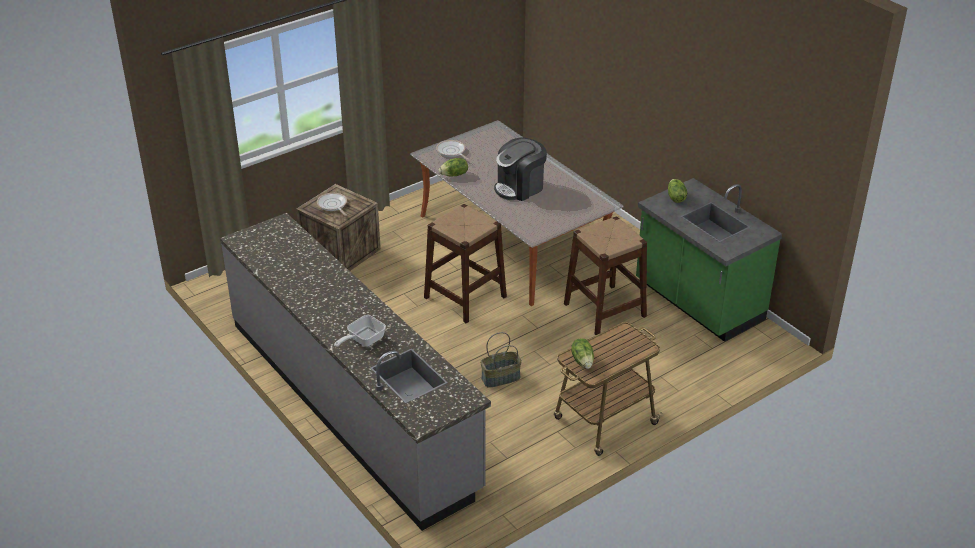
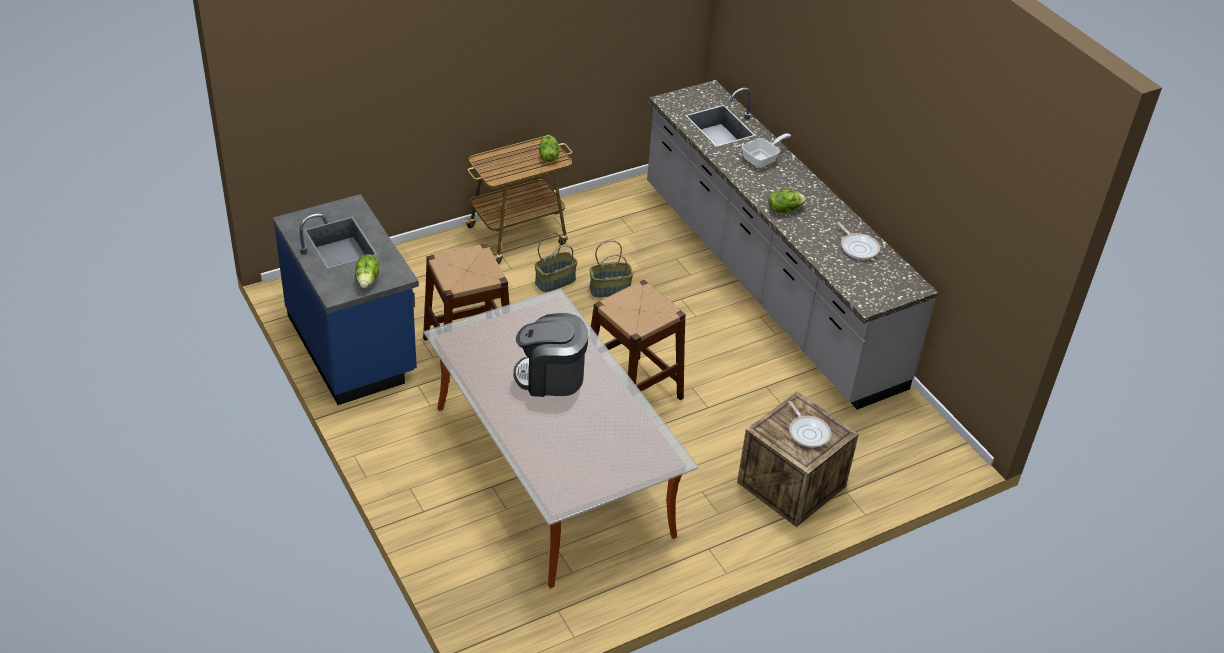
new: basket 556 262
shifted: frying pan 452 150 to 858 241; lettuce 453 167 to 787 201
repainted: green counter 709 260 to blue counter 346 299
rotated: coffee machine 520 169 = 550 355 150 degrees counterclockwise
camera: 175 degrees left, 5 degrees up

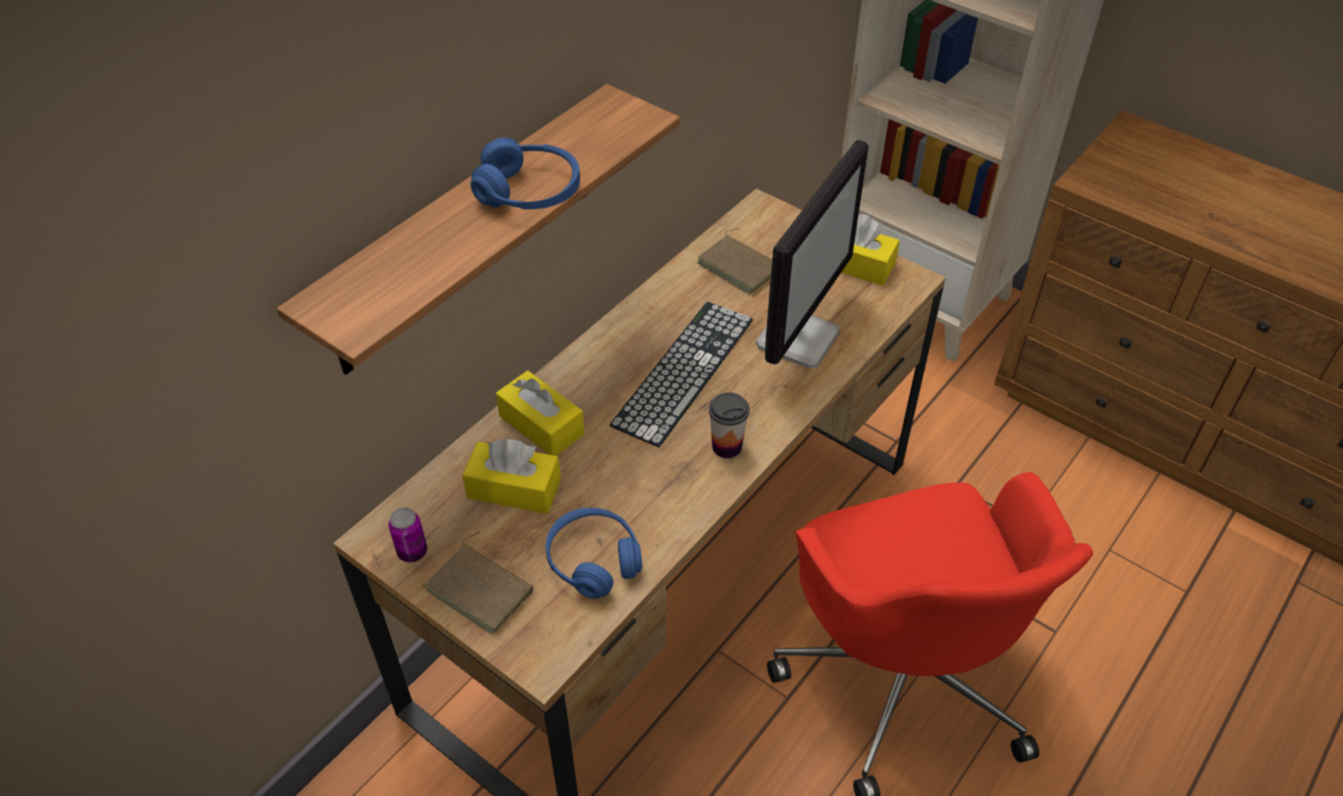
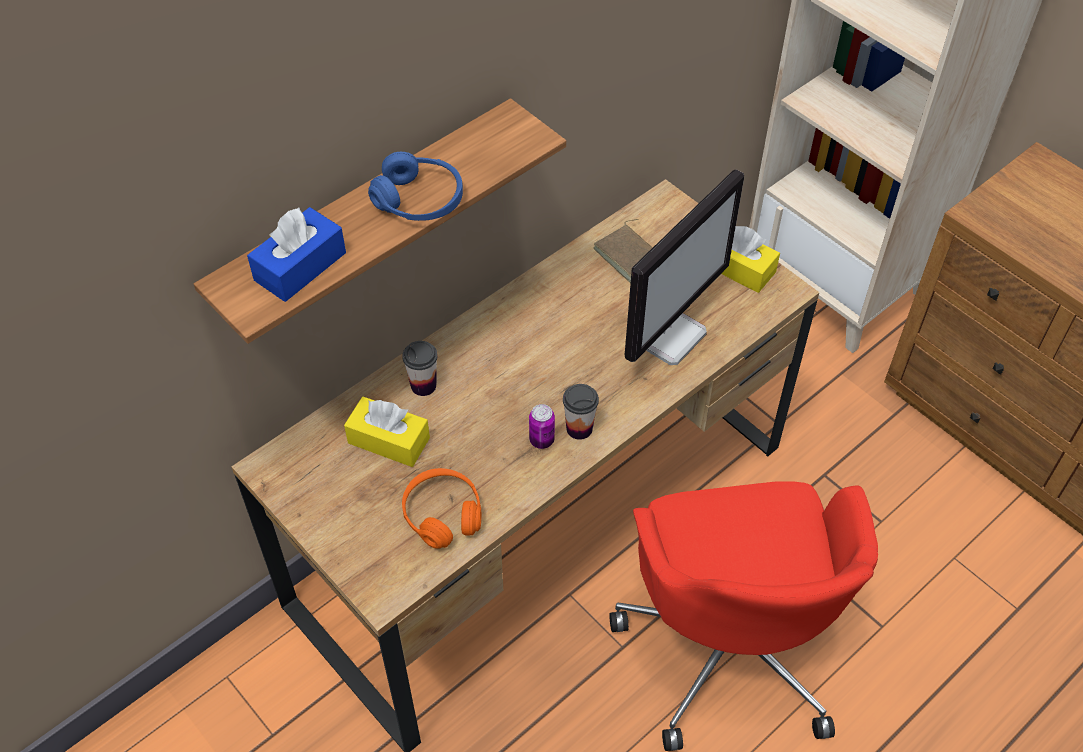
gone: brown book 479 582; keyboard 681 374
new: blue tissue box 296 254
shifted: can 408 535 to 542 426
swapped: yellow tissue box 540 413 to cup 420 368
repainted: blue headphones 594 553 to orange headphones 441 508
camera: 10 degrees right, 5 degrees up

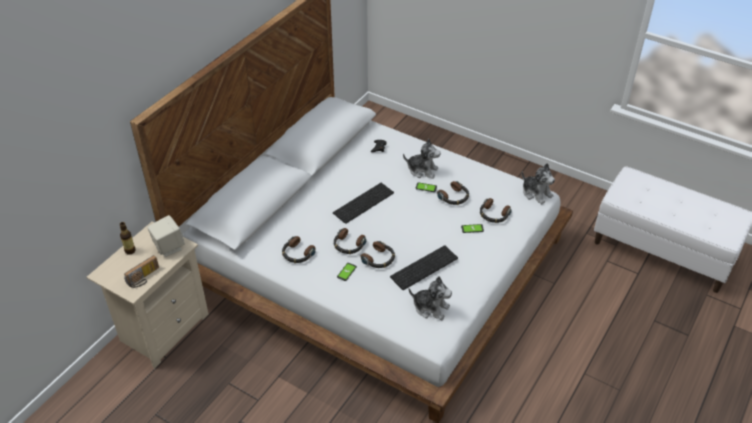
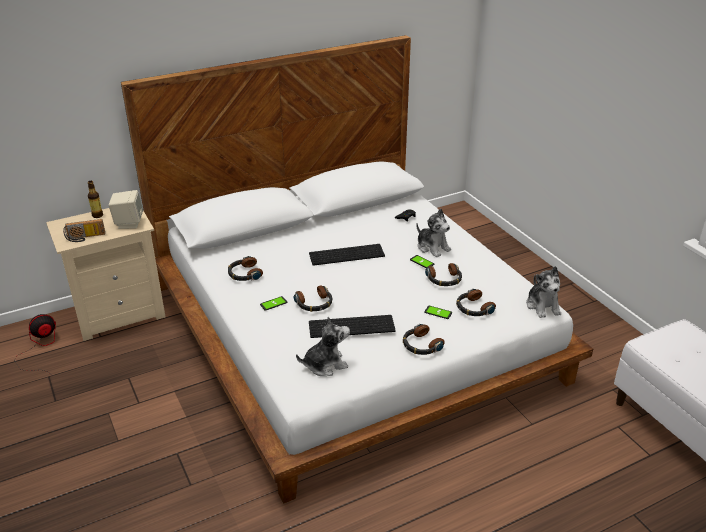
new: fan 35 345
shifted: headphones 350 241 to 424 339
rotated: plush toy 430 298 = 323 346 75 degrees counterclockwise
camera: 30 degrees right, 10 degrees down

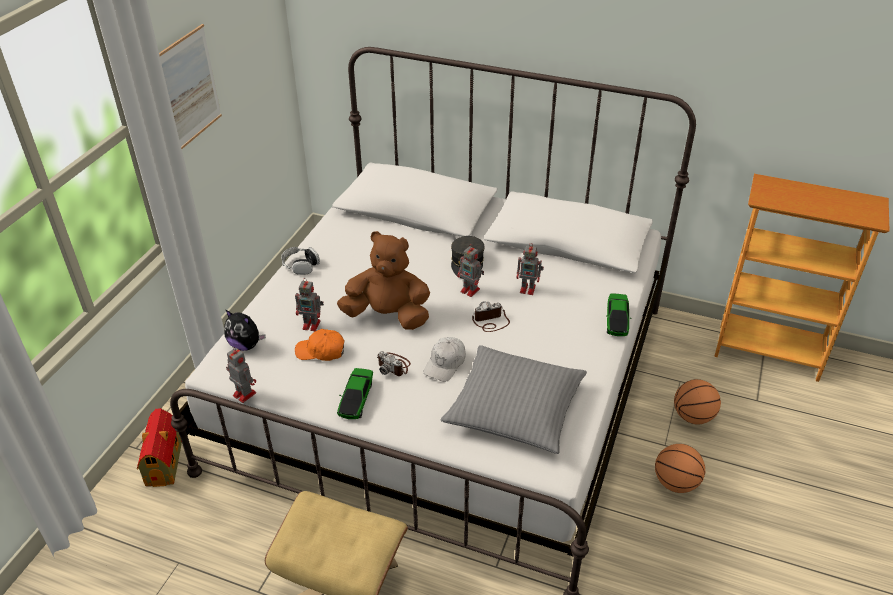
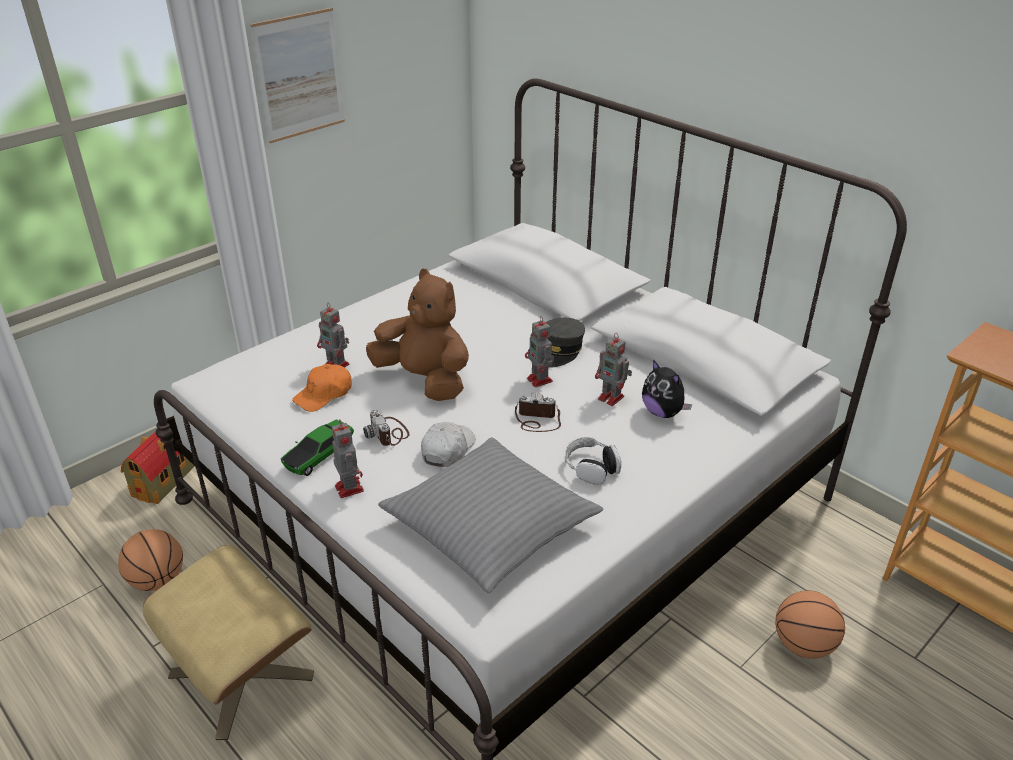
gone: toy car 619 314
shifted: plush toy 245 330 to 667 389; toy robot 241 374 to 348 459; headphones 300 261 to 593 461; basketball 680 468 to 150 560
rotated: orange cap 320 345 = 322 388 75 degrees counterclockwise; white cap 445 359 = 448 444 150 degrees clockwise
camera: 25 degrees right, 5 degrees down

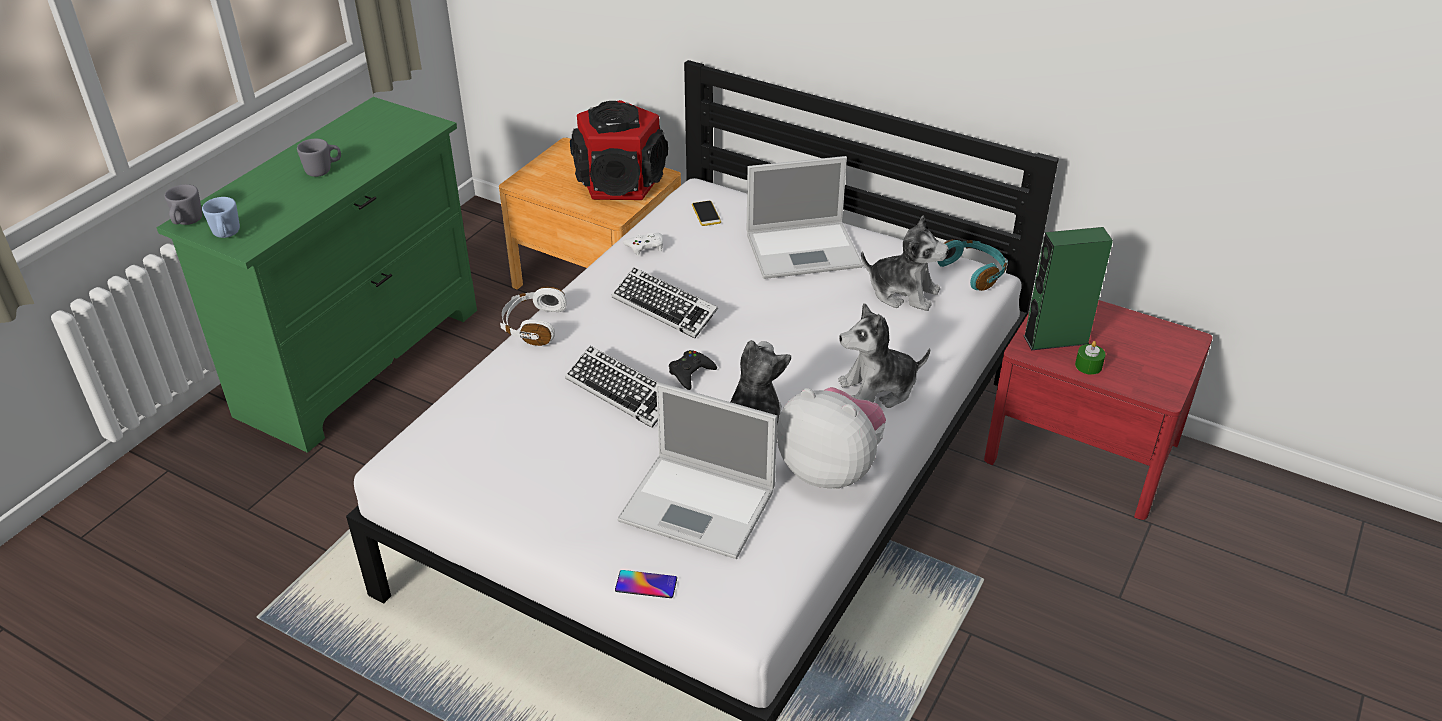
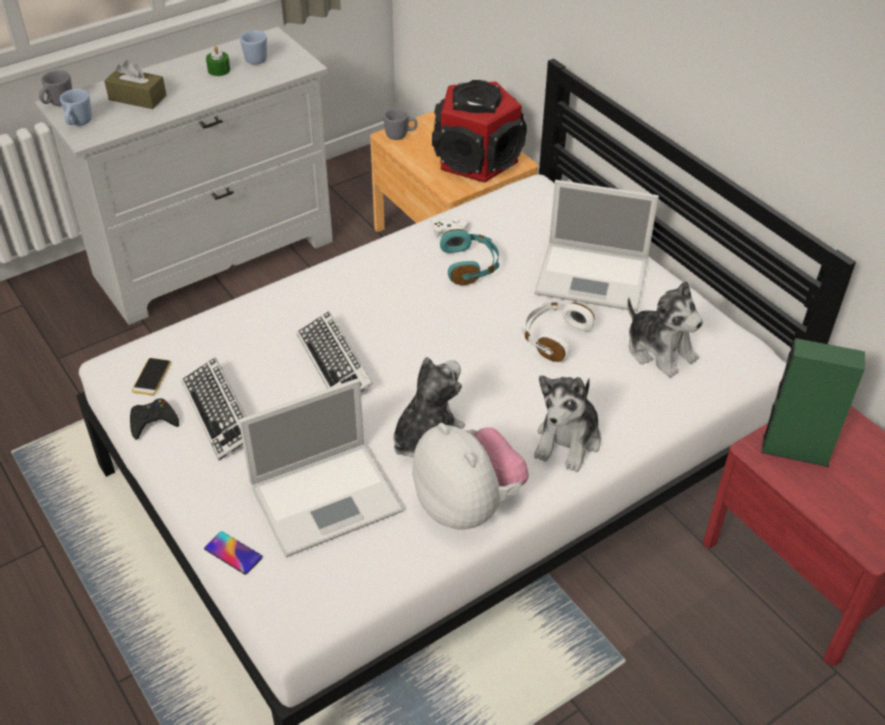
new: brown tissue box 135 84; blue mug 253 47
shifted: grey mug 319 158 to 400 124; white headphones 533 316 to 558 332; keyboard 665 302 to 213 409; black game controller 693 370 to 154 419; phone 706 213 to 151 376; turquoise headphones 972 265 to 469 257; green candle 1090 358 to 218 61
repainted: green dresser 316 275 to white dresser 184 176
rotated: laptop 697 470 = 321 467 75 degrees counterclockwise; plush toy 884 355 = 567 423 75 degrees counterclockwise
camera: 25 degrees right, 5 degrees up

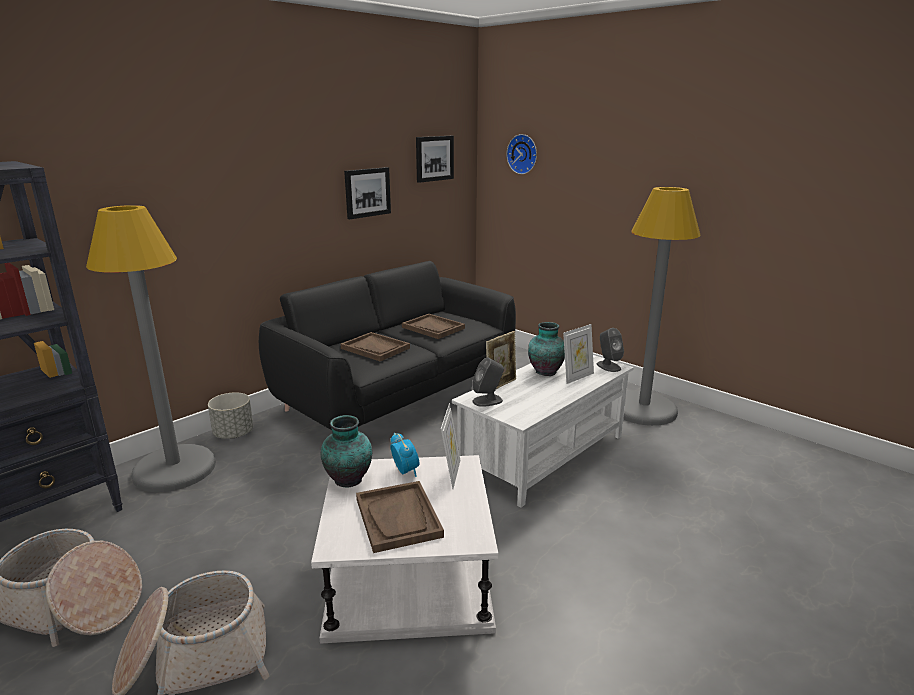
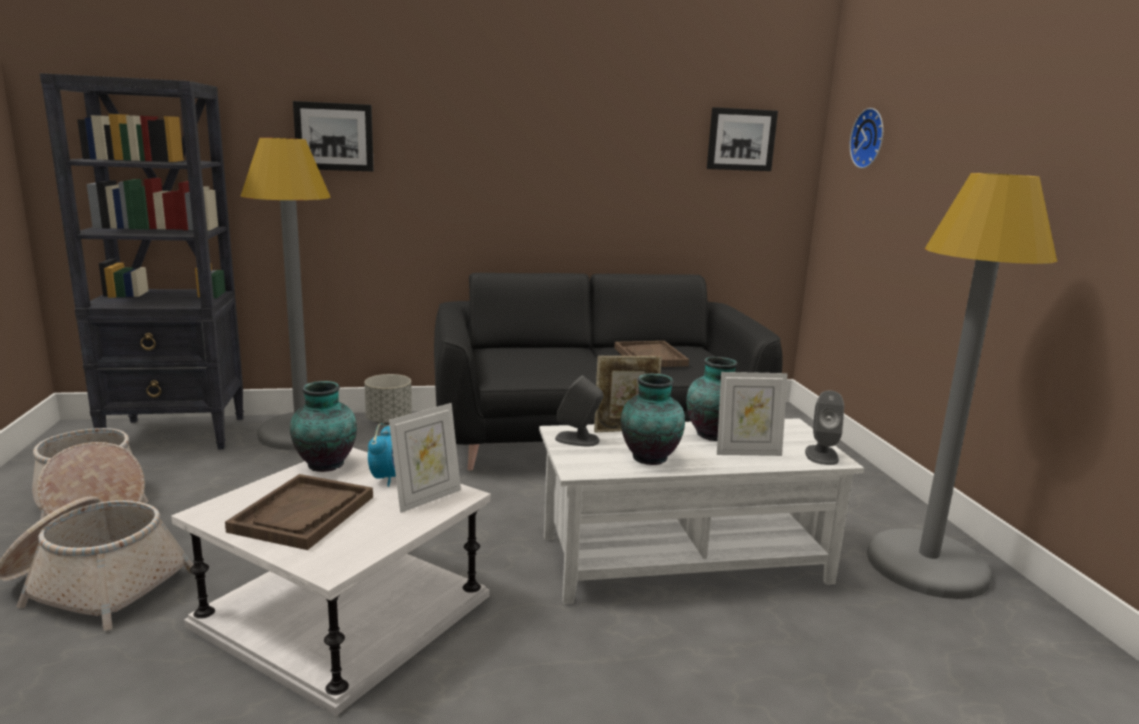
gone: brown tray 375 347
new: vase 652 419
shifted: picture 367 193 to 333 136
camera: 35 degrees right, 5 degrees down

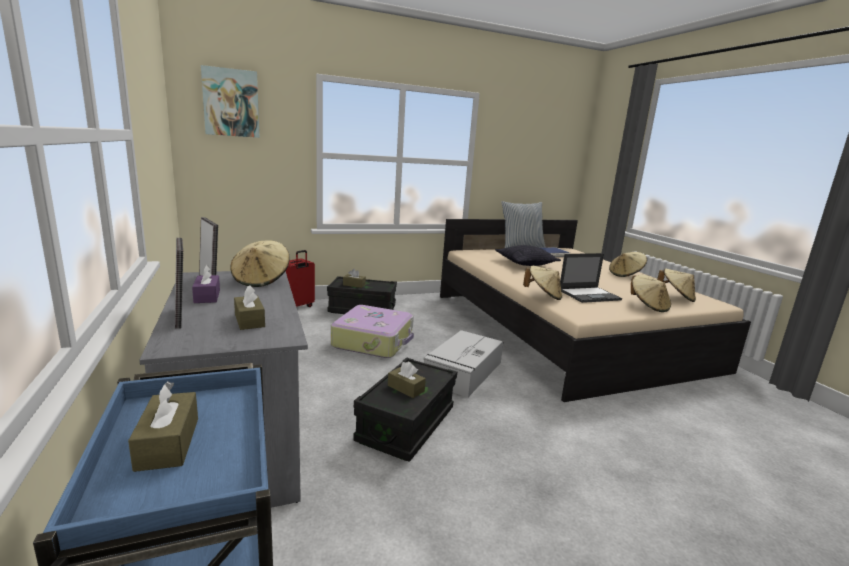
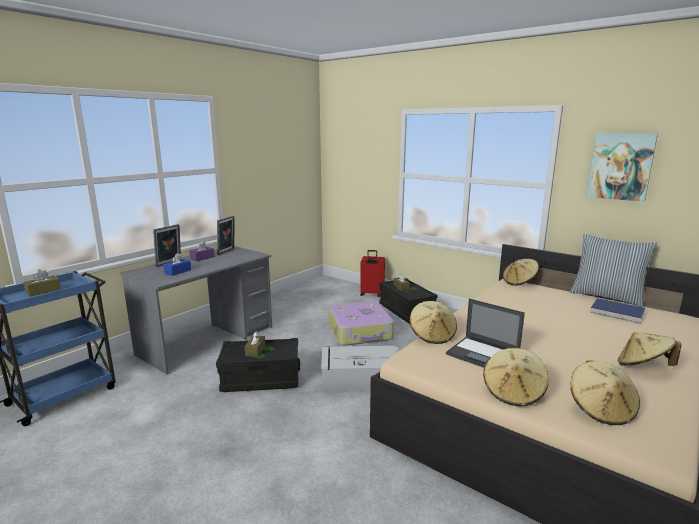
gone: pillow 528 255
shifted: picture 230 101 to 622 167; beige hat 260 263 to 521 272
repainted: brown tissue box 249 308 to blue tissue box 177 264
camera: 60 degrees right, 0 degrees up

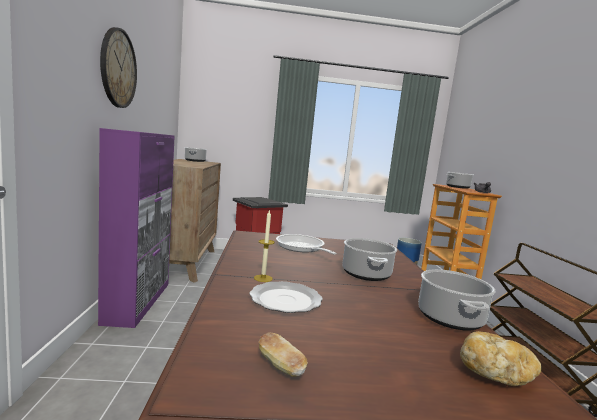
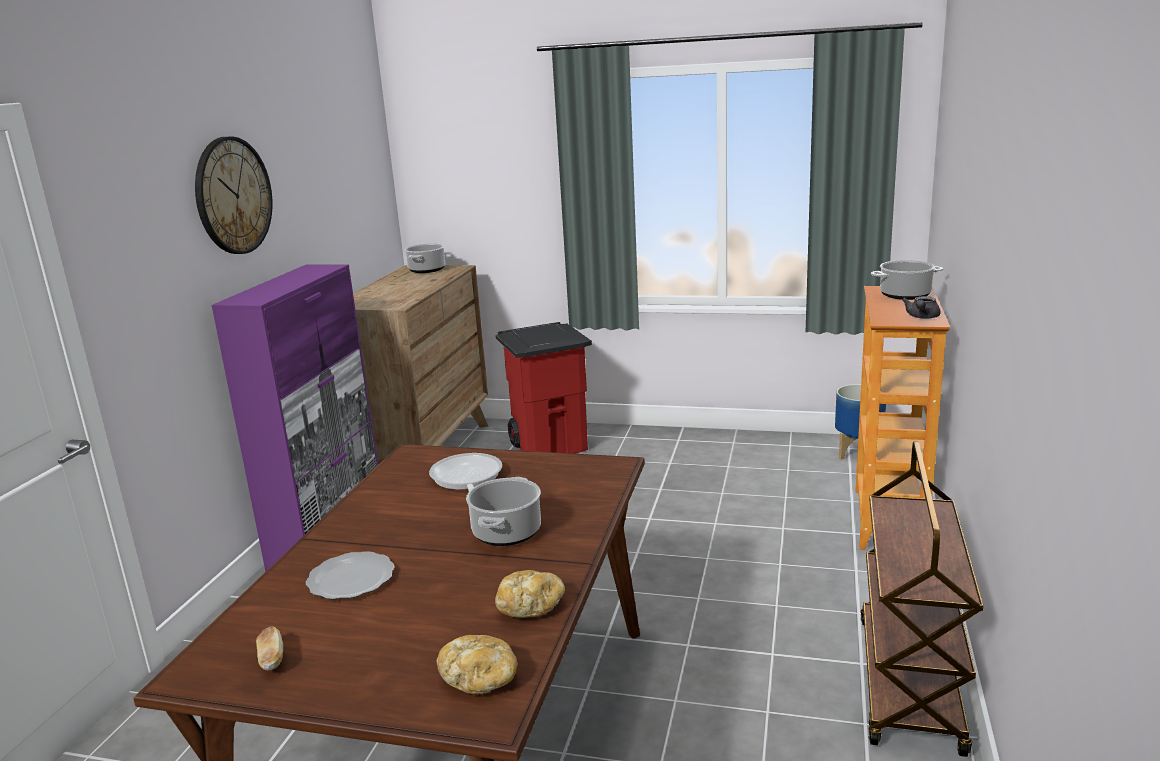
gone: candle 264 246
swapped: cooking pot 457 300 to bread 530 594
camera: 20 degrees right, 10 degrees up

